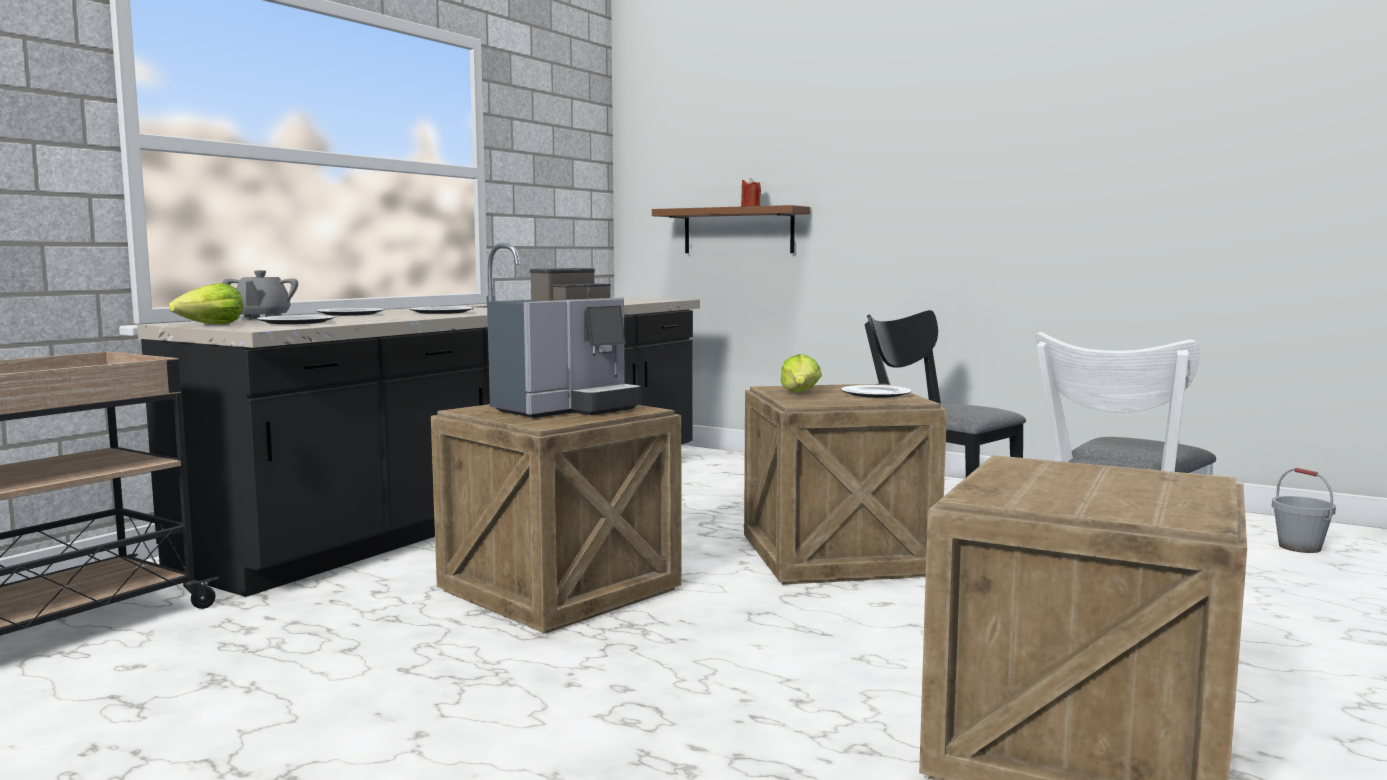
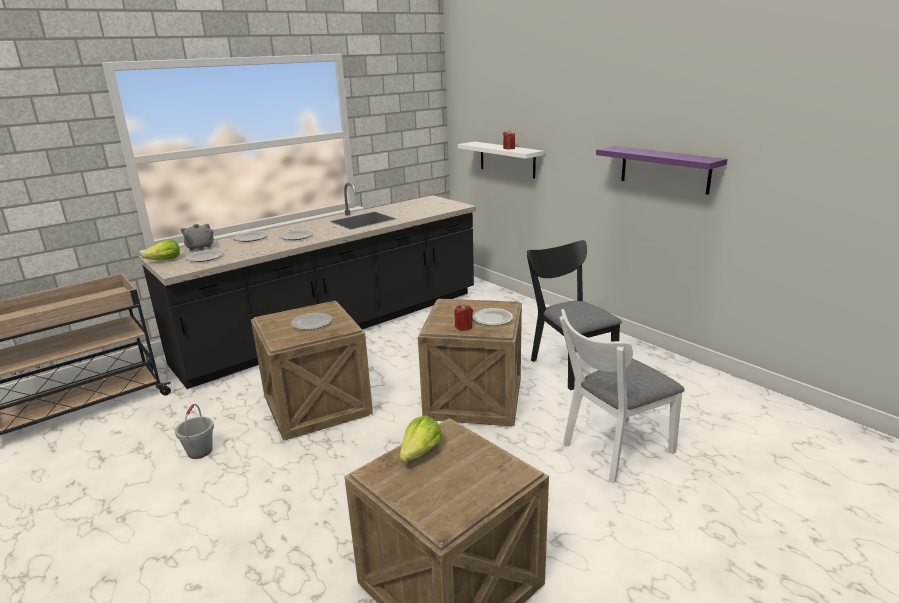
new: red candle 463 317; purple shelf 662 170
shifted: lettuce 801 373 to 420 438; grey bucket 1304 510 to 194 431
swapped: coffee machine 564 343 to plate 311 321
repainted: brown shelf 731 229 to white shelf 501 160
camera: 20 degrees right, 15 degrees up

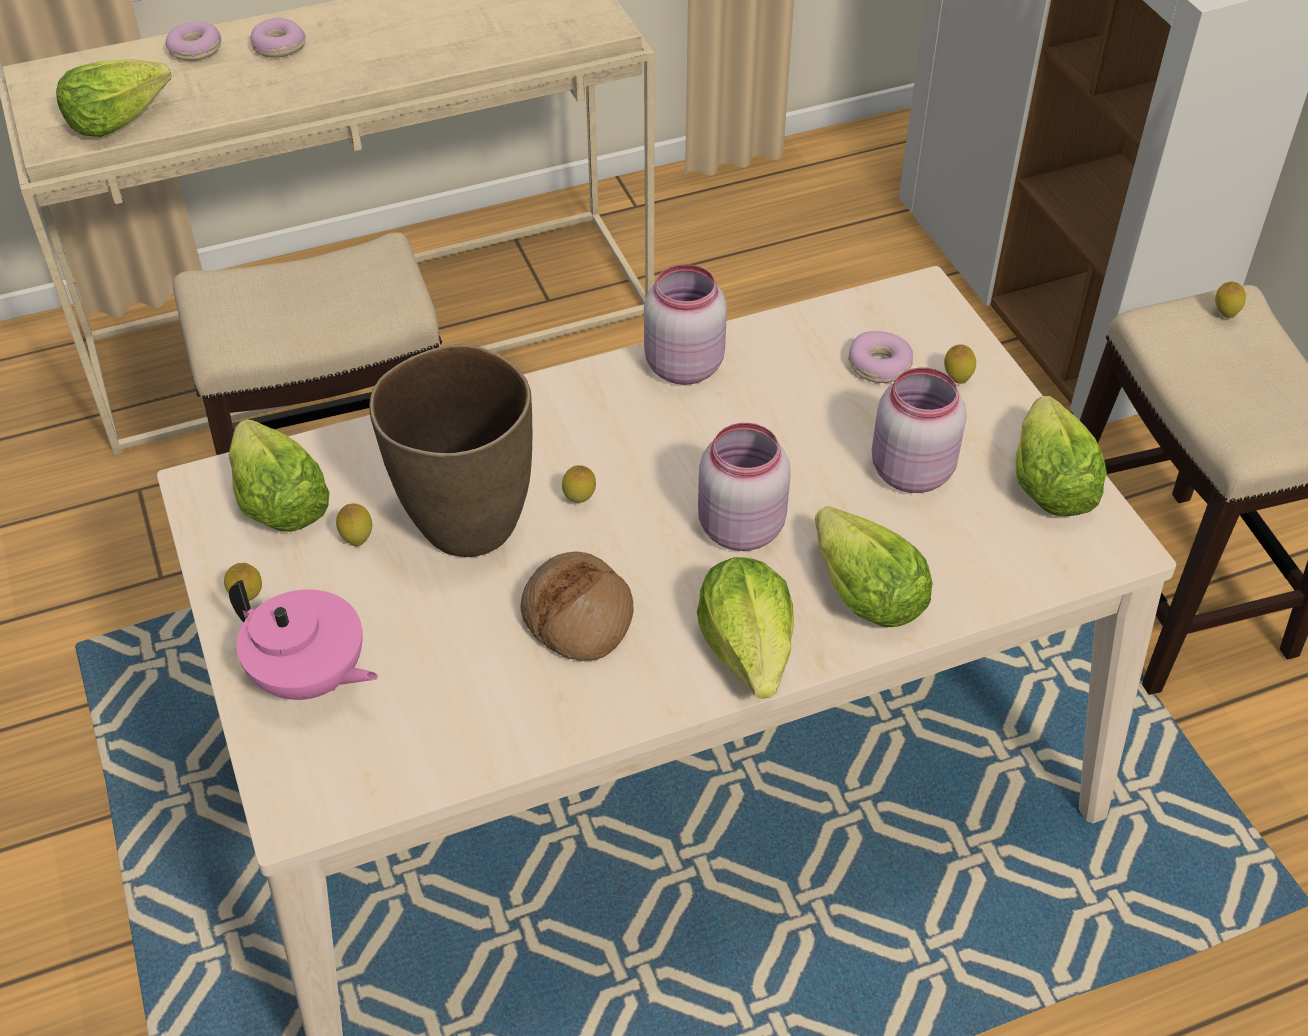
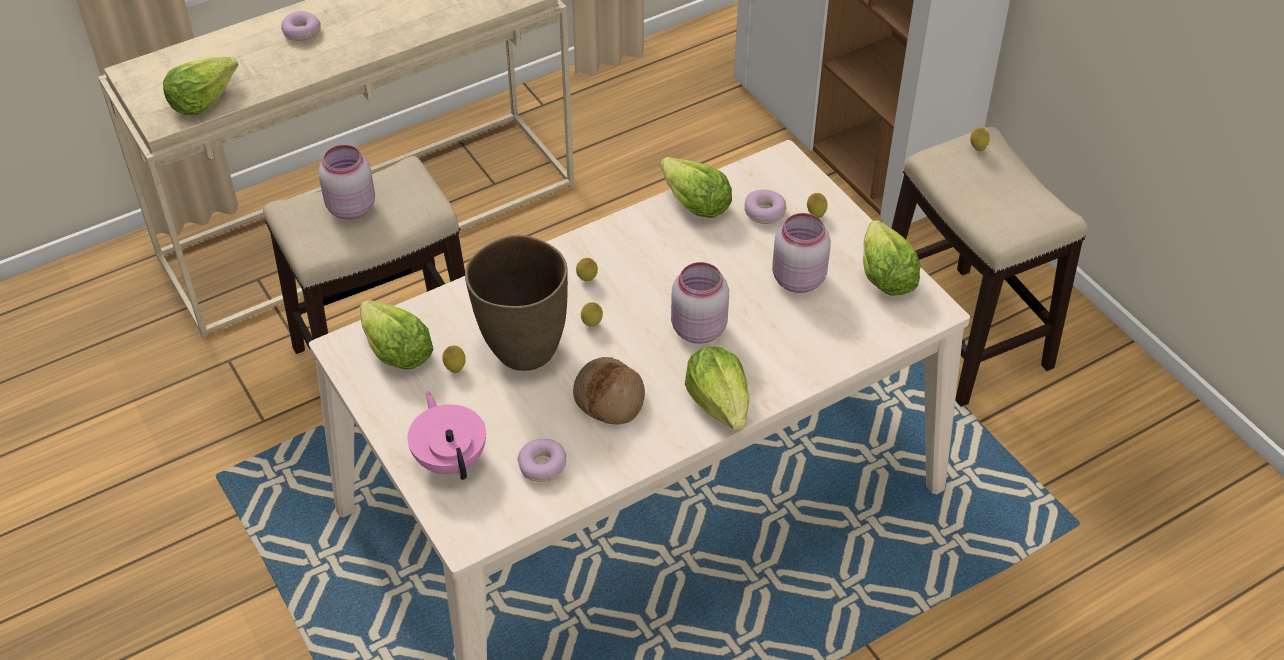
shifted: donut 193 41 to 542 460; lemon 243 582 to 587 269; pink jar 685 324 to 346 182; lettuce 874 566 to 696 187
rotated: pink teapot 303 640 = 446 435 135 degrees counterclockwise
camera: 10 degrees left, 0 degrees up

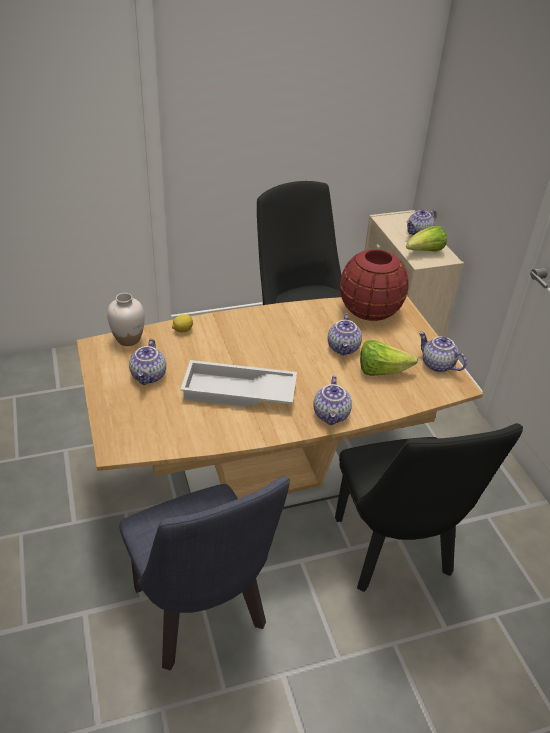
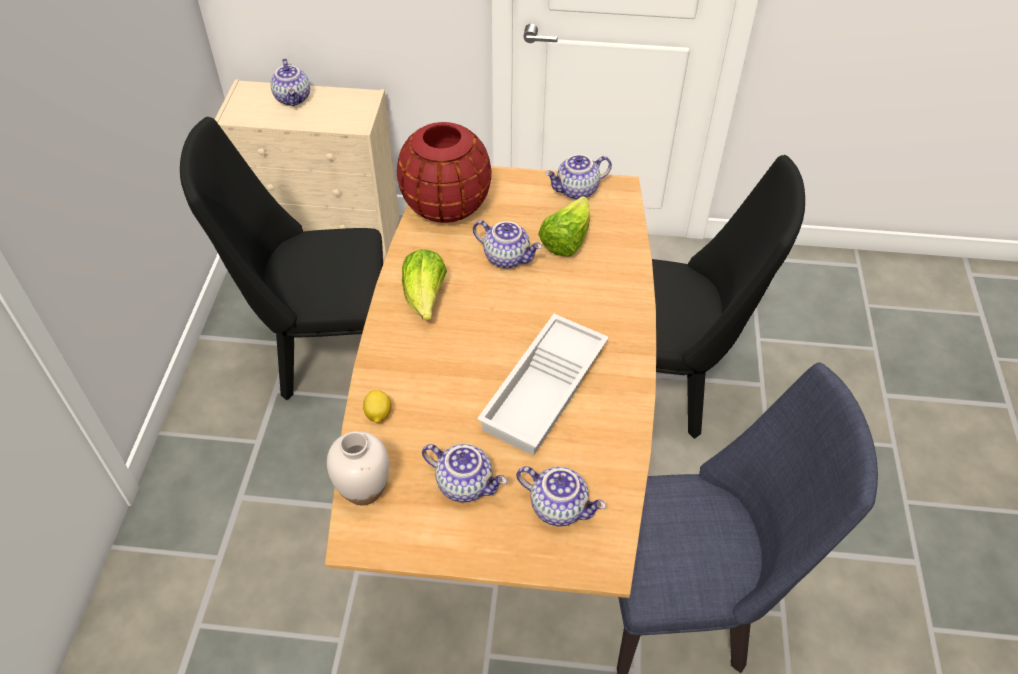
shifted: teapot 332 400 to 561 496; lettuce 426 238 to 424 284
camera: 65 degrees left, 10 degrees up

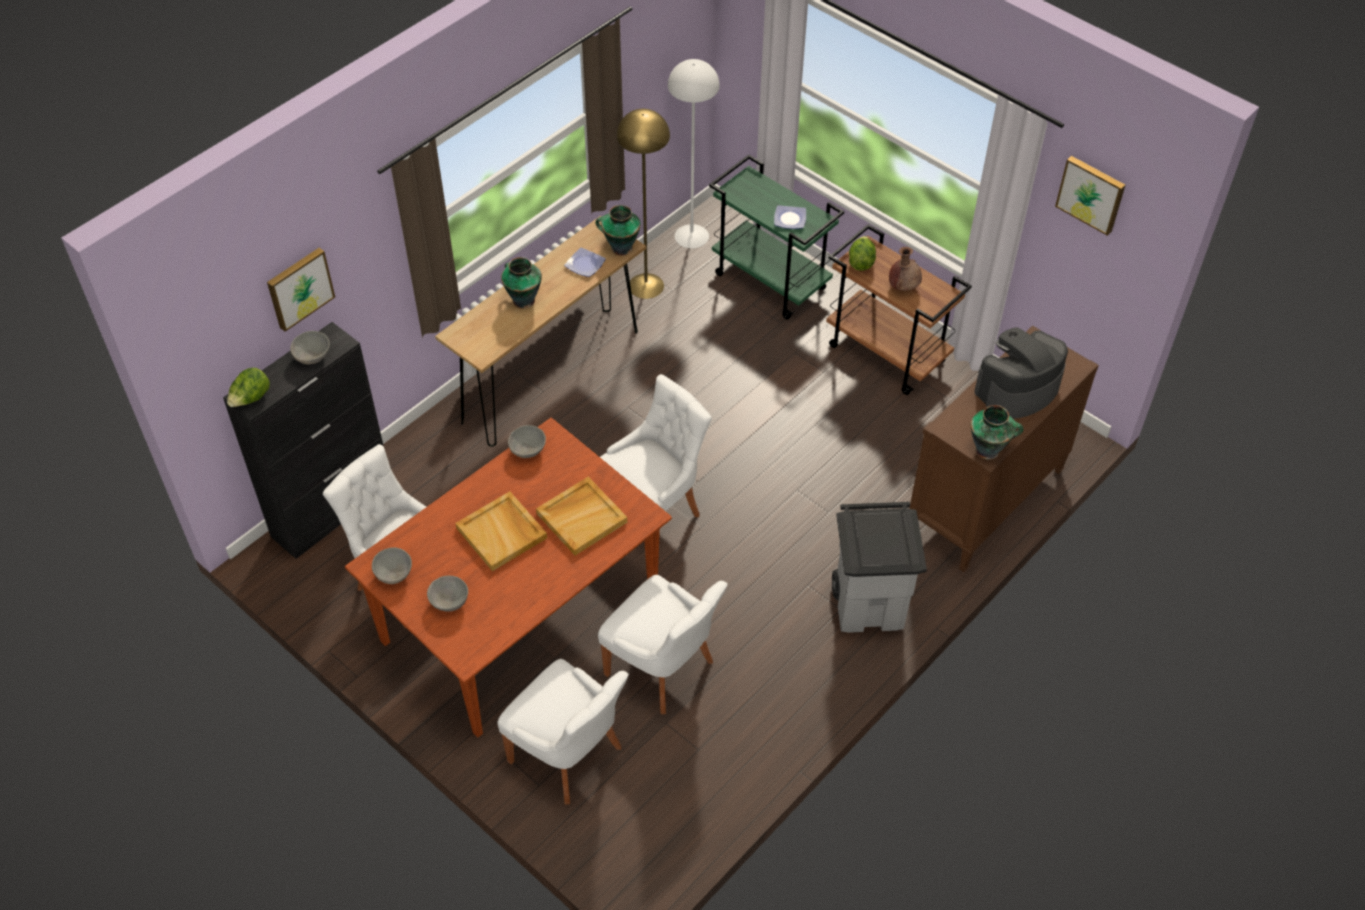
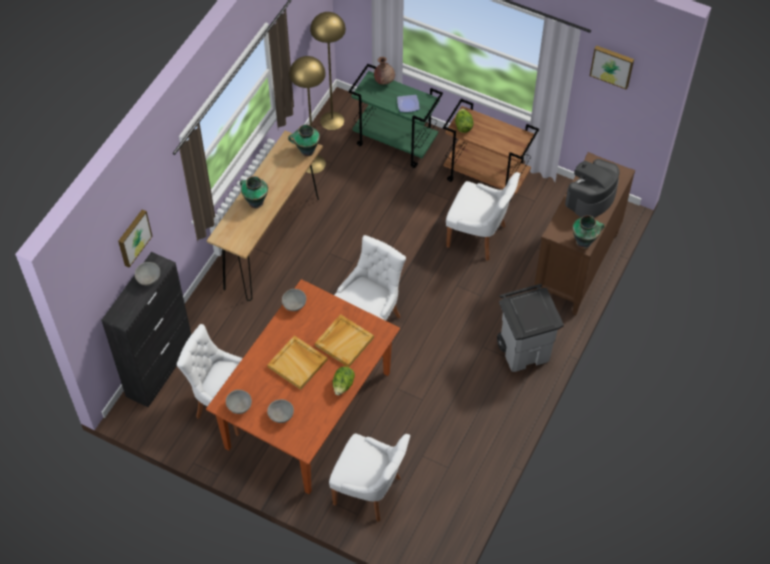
gone: plate 585 262
shifted: lettuce 248 387 to 343 381; white chair 663 644 to 483 216; brown vase 905 269 to 384 71
repainted: white floor lamp 694 154 to yellow floor lamp 328 71
camera: 15 degrees left, 5 degrees up

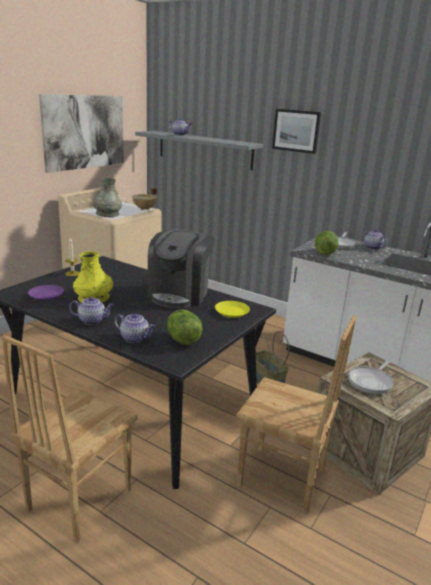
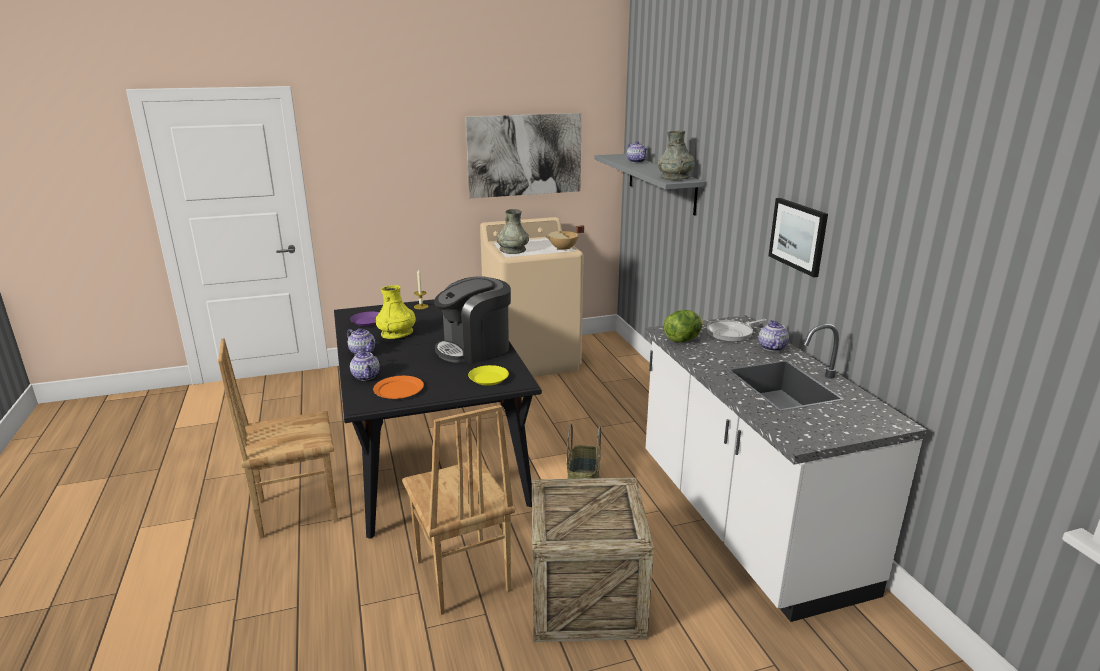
gone: frying pan 371 377
new: grey vase 676 155
shifted: picture 296 131 to 798 237
swapped: lettuce 185 327 to orange plate 398 387
camera: 40 degrees right, 0 degrees up

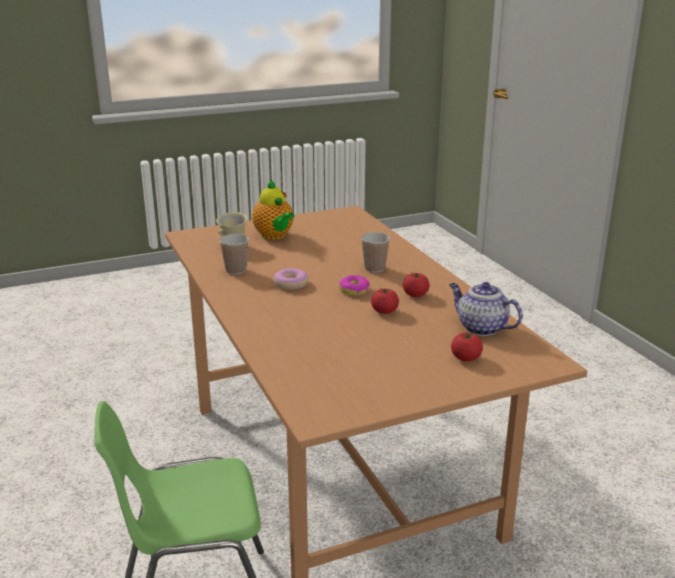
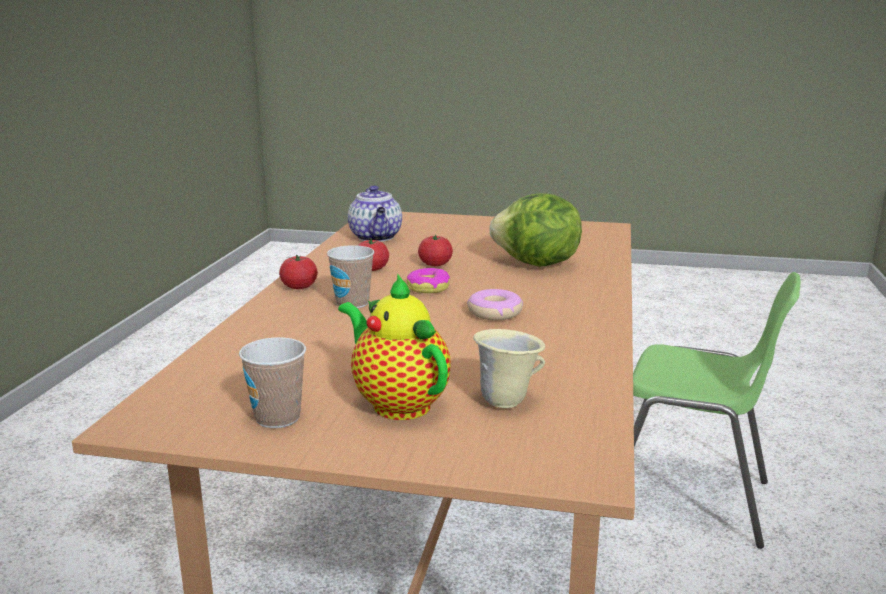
new: lettuce 535 230
shifted: cup 234 254 to 272 382; tomato 467 347 to 298 272
rotated: teapot 273 209 = 394 346 45 degrees counterclockwise
camera: 145 degrees left, 5 degrees down

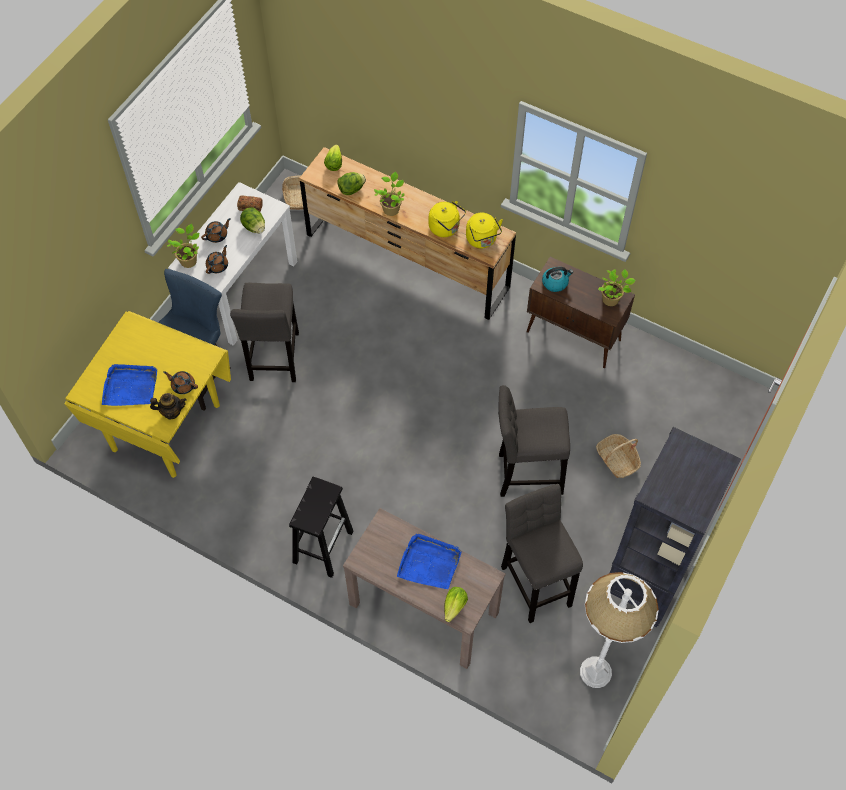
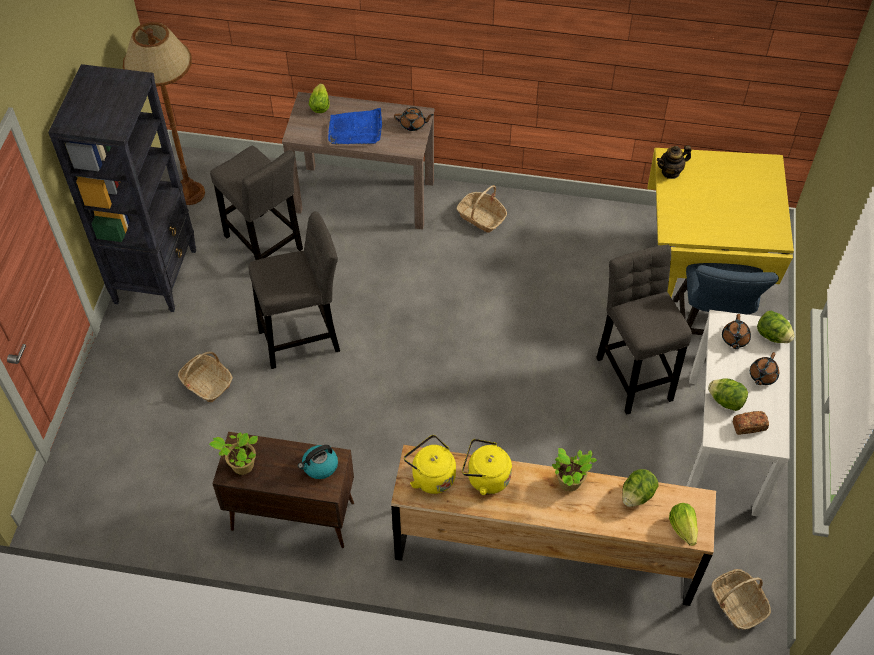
gone: blue tray 129 385
shifted: brown teapot 180 382 to 414 119
swapped: potted plant 183 246 to lettuce 776 327; black stool 321 527 to basket 482 209
repainted: white floor lamp 619 630 to brown floor lamp 164 113
camera: 160 degrees right, 5 degrees down

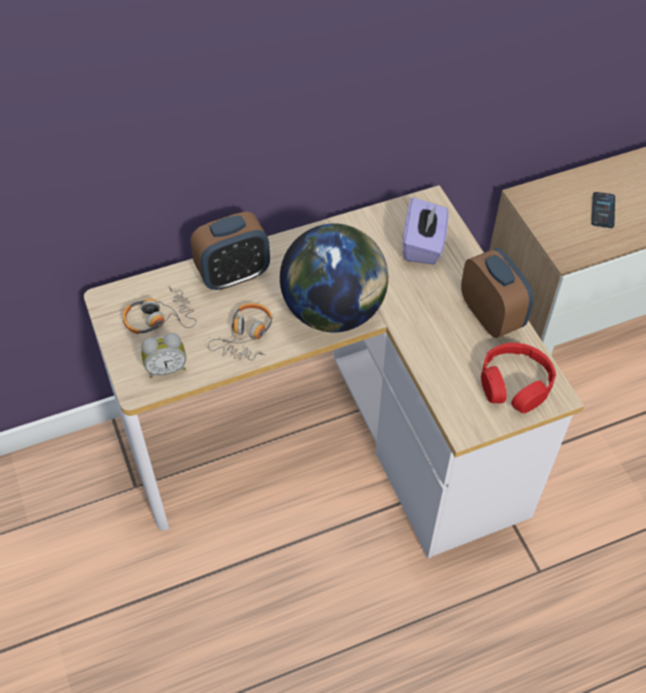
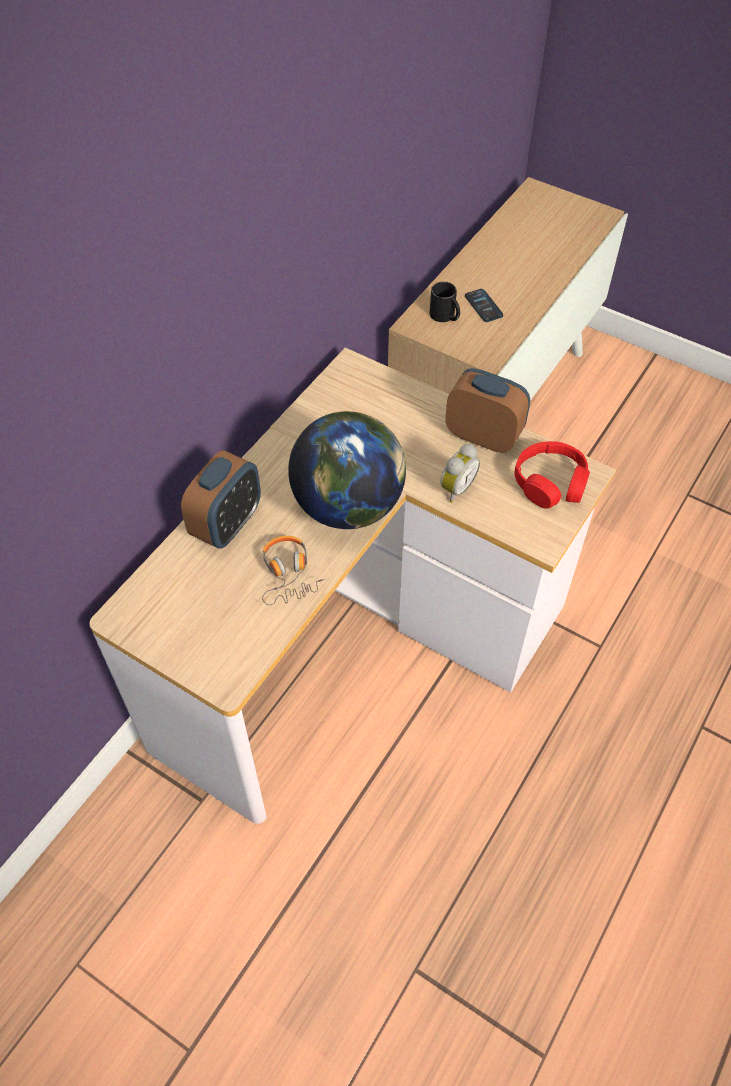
gone: headphones 159 310; purple tissue box 426 231
new: black mug 445 302
shifted: alarm clock 163 355 to 460 473
camera: 35 degrees left, 0 degrees up

